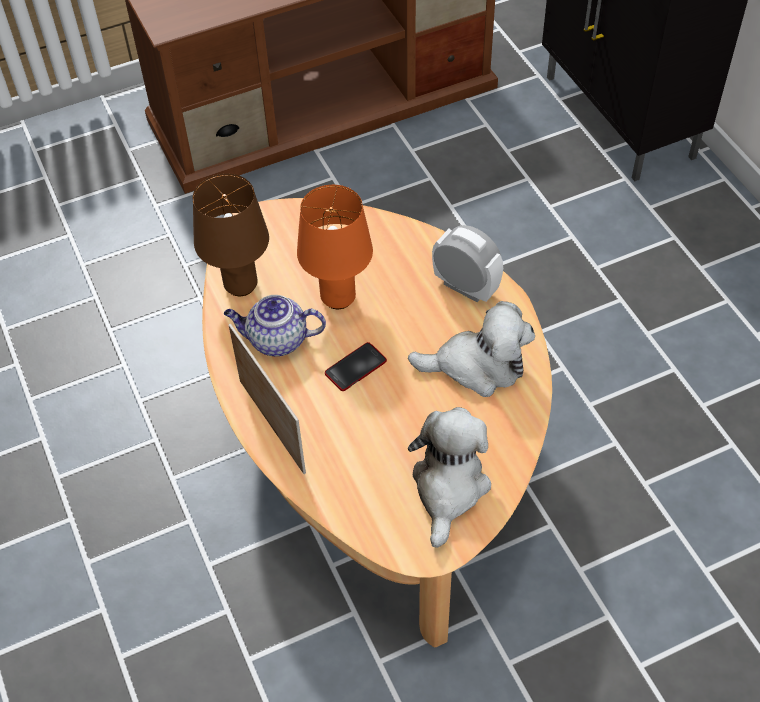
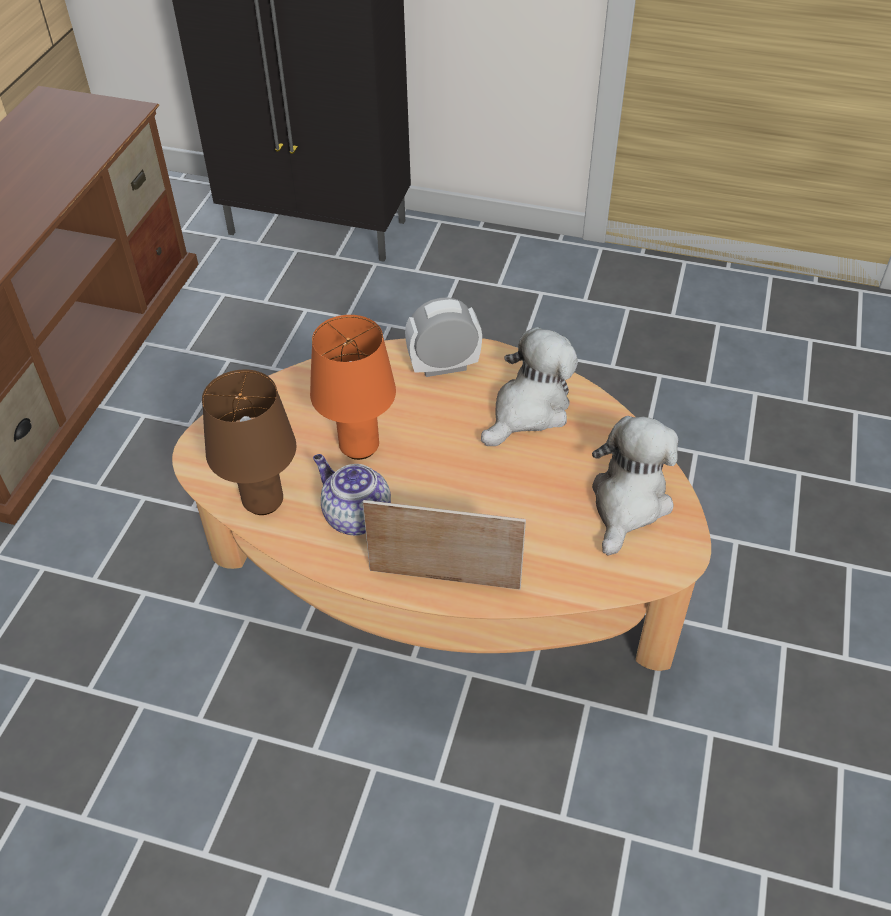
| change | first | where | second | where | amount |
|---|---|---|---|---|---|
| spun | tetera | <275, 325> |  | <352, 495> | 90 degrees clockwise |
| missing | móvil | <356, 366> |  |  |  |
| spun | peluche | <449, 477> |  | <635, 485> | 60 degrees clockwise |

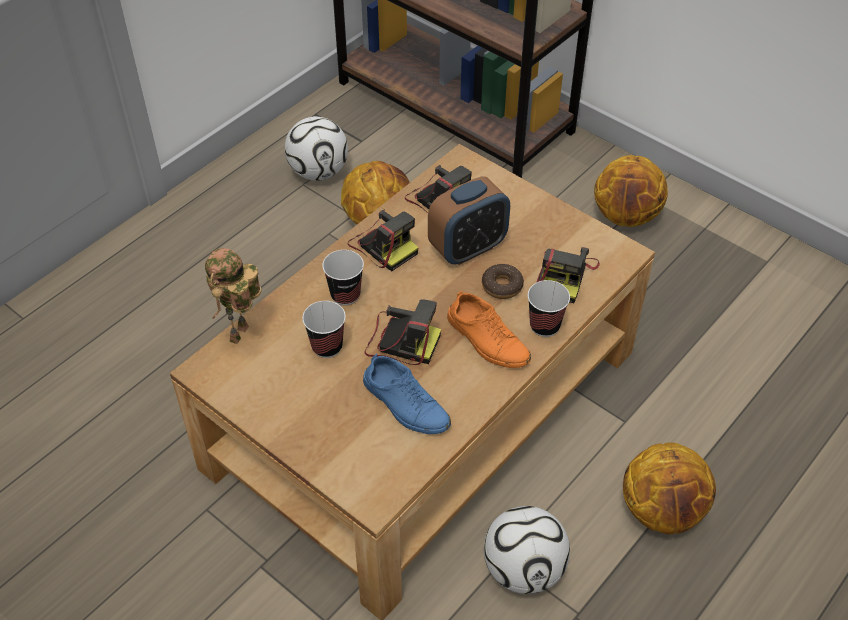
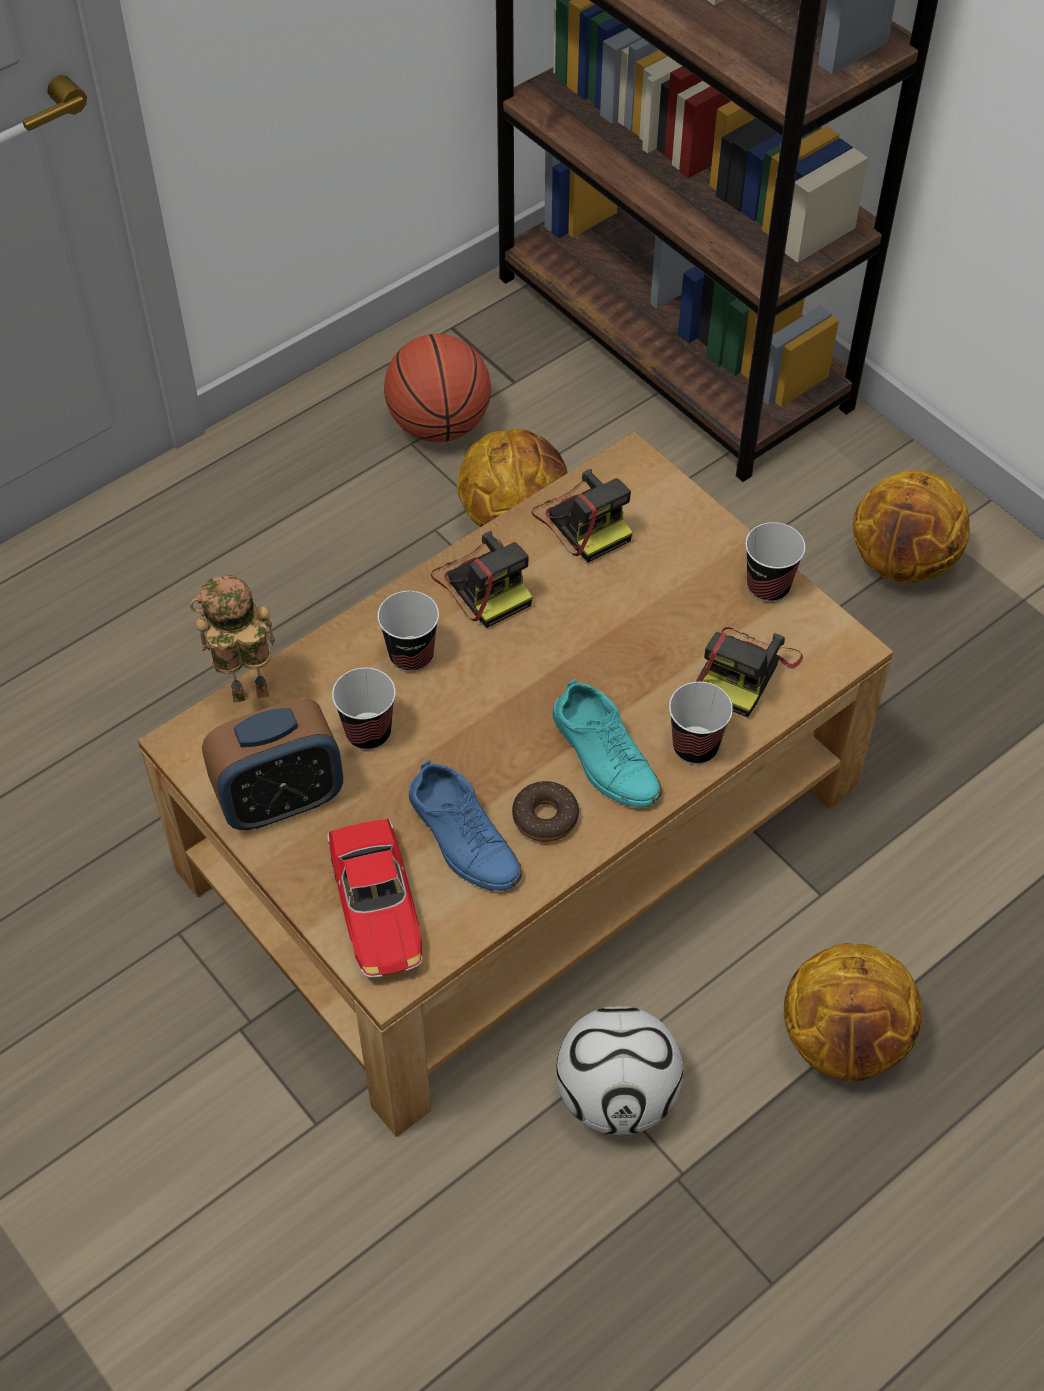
| change | first | where | second | where | amount |
|---|---|---|---|---|---|
| spun | robot de juguete | <233, 296> |  | <232, 639> | 45 degrees clockwise |
| exchanged | balón de fútbol | <316, 148> | balón de baloncesto | <437, 388> |  |
| missing | cámara | <402, 332> |  |  |  |
| relocated | despertador | <469, 220> |  | <272, 764> |  |
| colour | zapato [naranja] | <489, 329> | zapato [turquesa] | <607, 742> |  |
| relocated | rosquilla | <503, 281> |  | <545, 811> |  |
| appeared |  |  | coche de juguete | <375, 898> |  |
| appeared |  |  | taza | <775, 562> |  |

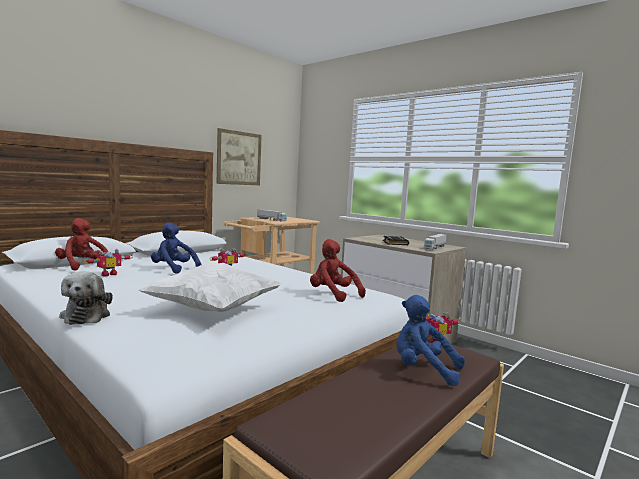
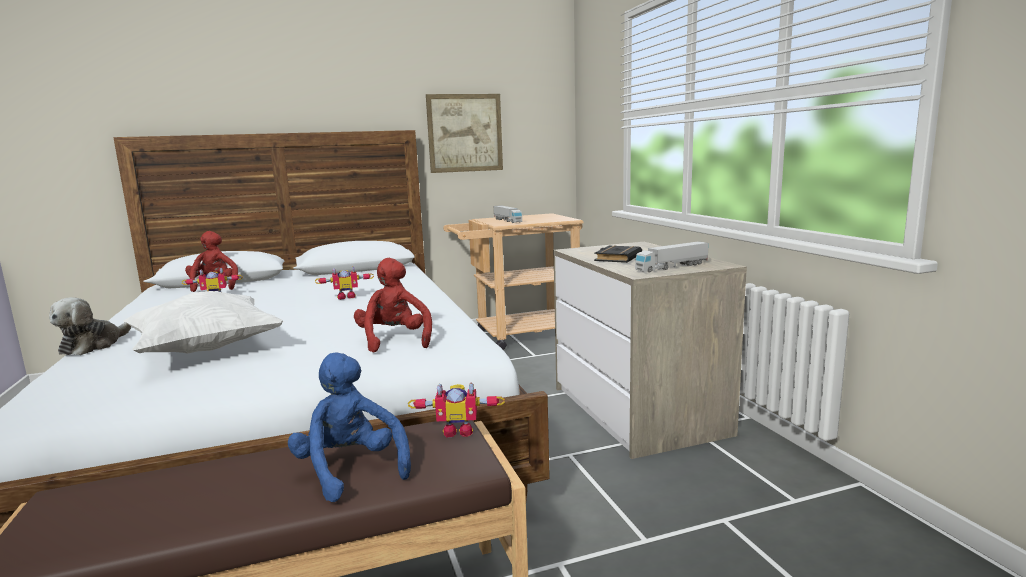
| change | first | where | second | where | amount |
|---|---|---|---|---|---|
| missing | peluche [azul] | <176, 248> |  |  |  |

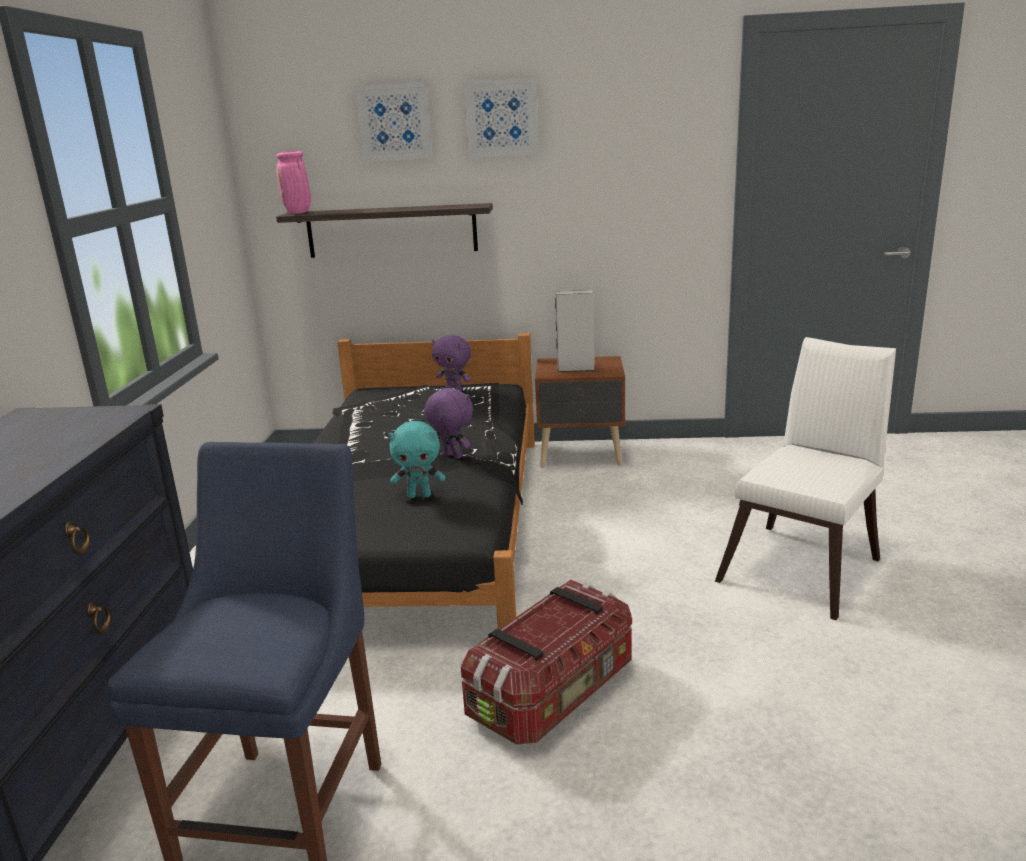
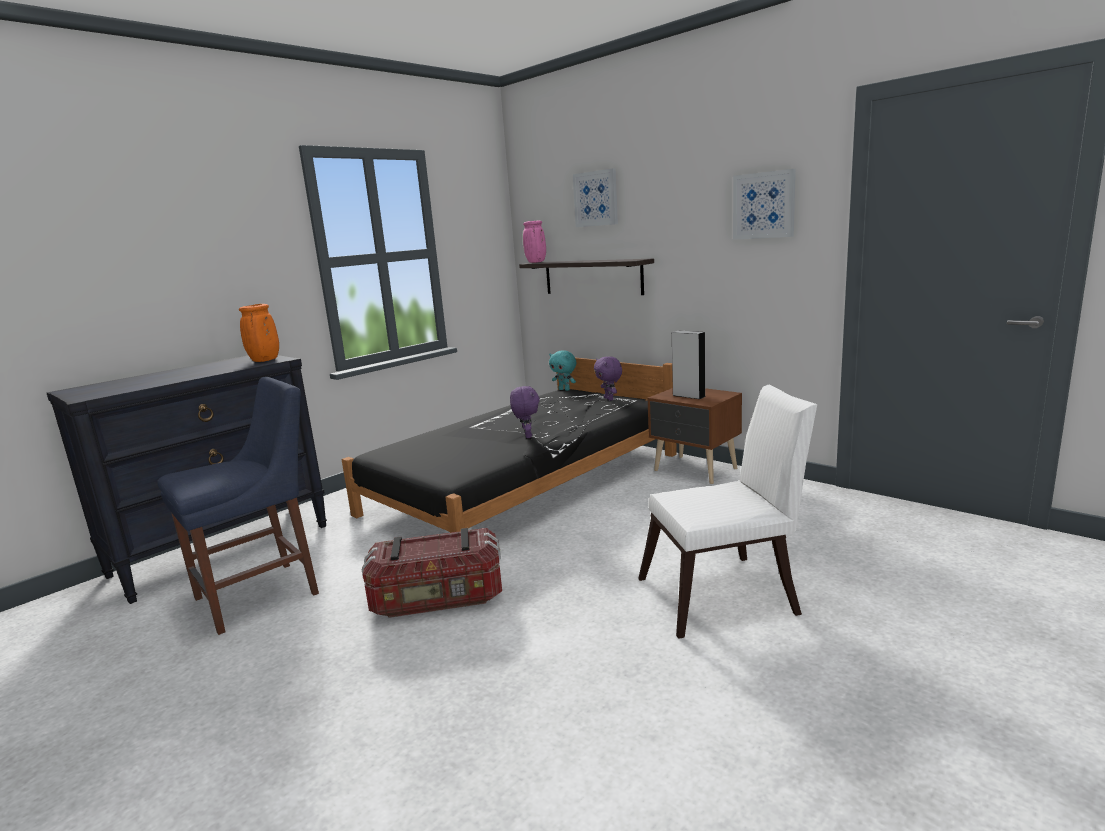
| change | first | where | second | where | amount |
|---|---|---|---|---|---|
| relocated | peluche [turquesa] | <417, 459> |  | <562, 370> |  |
| relocated | cuadro | <501, 117> |  | <764, 204> |  |
| appeared |  |  | florero [naranja] | <259, 333> |  |

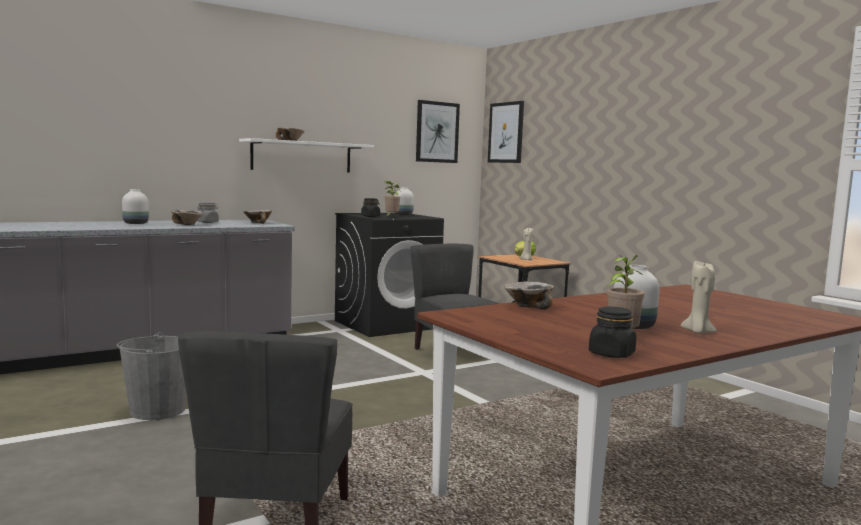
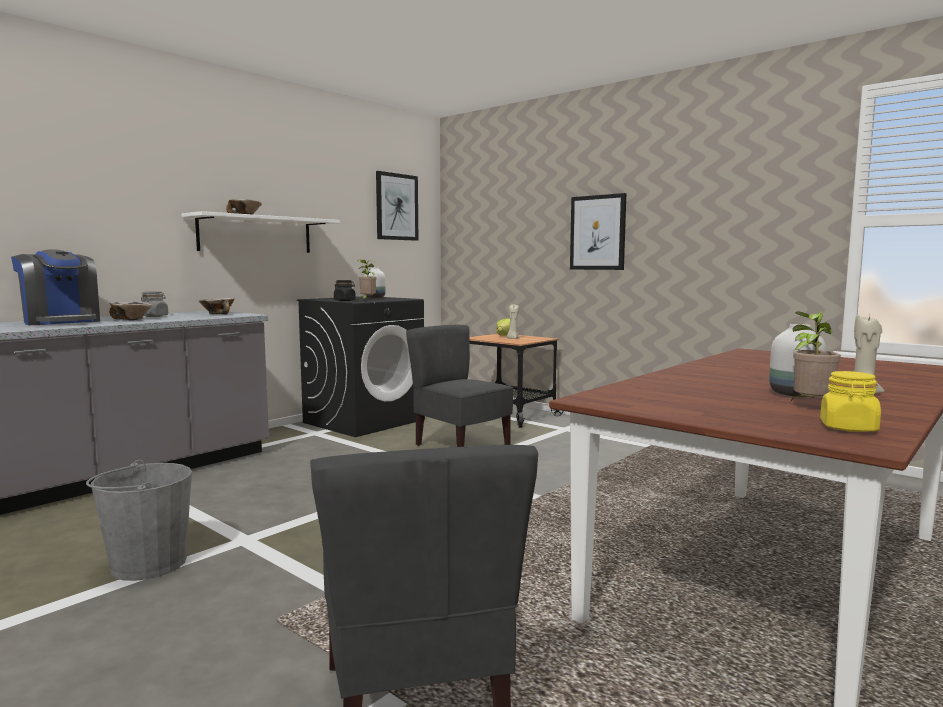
| change | first | where | second | where | amount |
|---|---|---|---|---|---|
| exchanged | florero [blanco] | <135, 206> | cafetera | <55, 287> |  |
| relocated | cuadro | <506, 132> |  | <598, 231> |  |
| missing | cuenco | <529, 295> |  |  |  |
| colour | tarro [negro] | <612, 332> | tarro [amarillo] | <850, 401> |  |

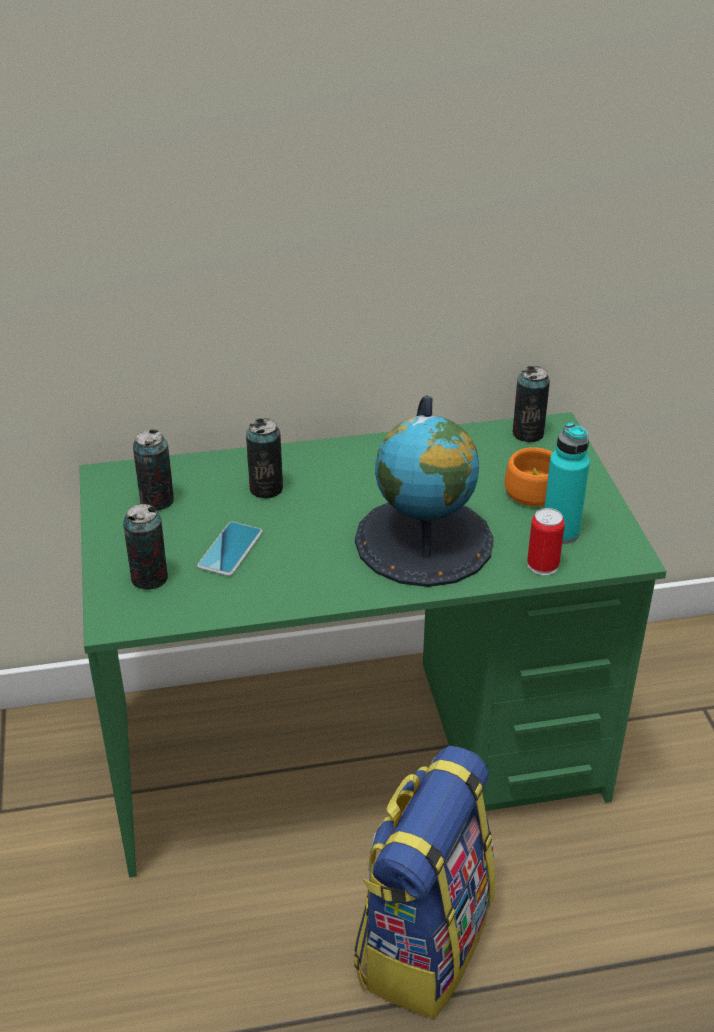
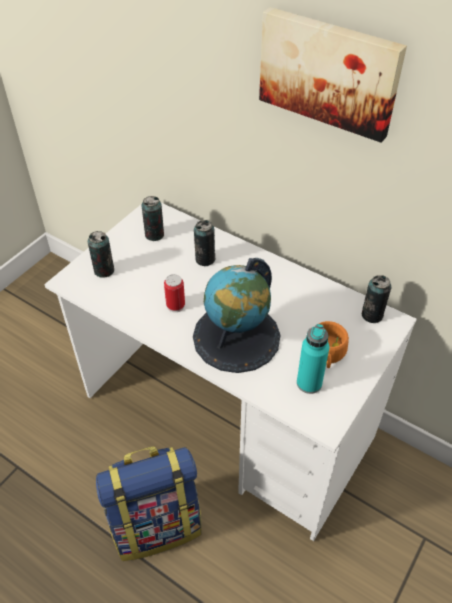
| change | first | where | second | where | amount |
|---|---|---|---|---|---|
| colour | escritorio [verde] | <372, 644> | escritorio [blanco] | <230, 372> |  |
| missing | móvil | <230, 549> |  |  |  |
| relocated | lata | <546, 542> |  | <174, 293> |  |
| appeared |  |  | cuadro | <333, 75> |  |

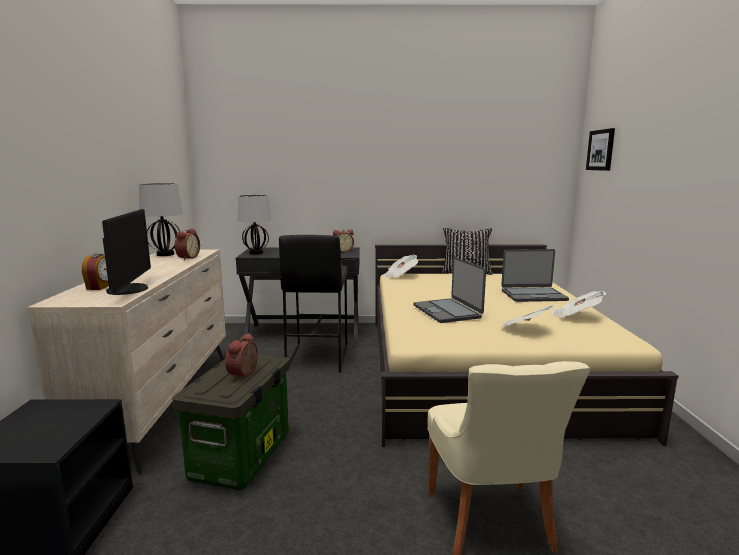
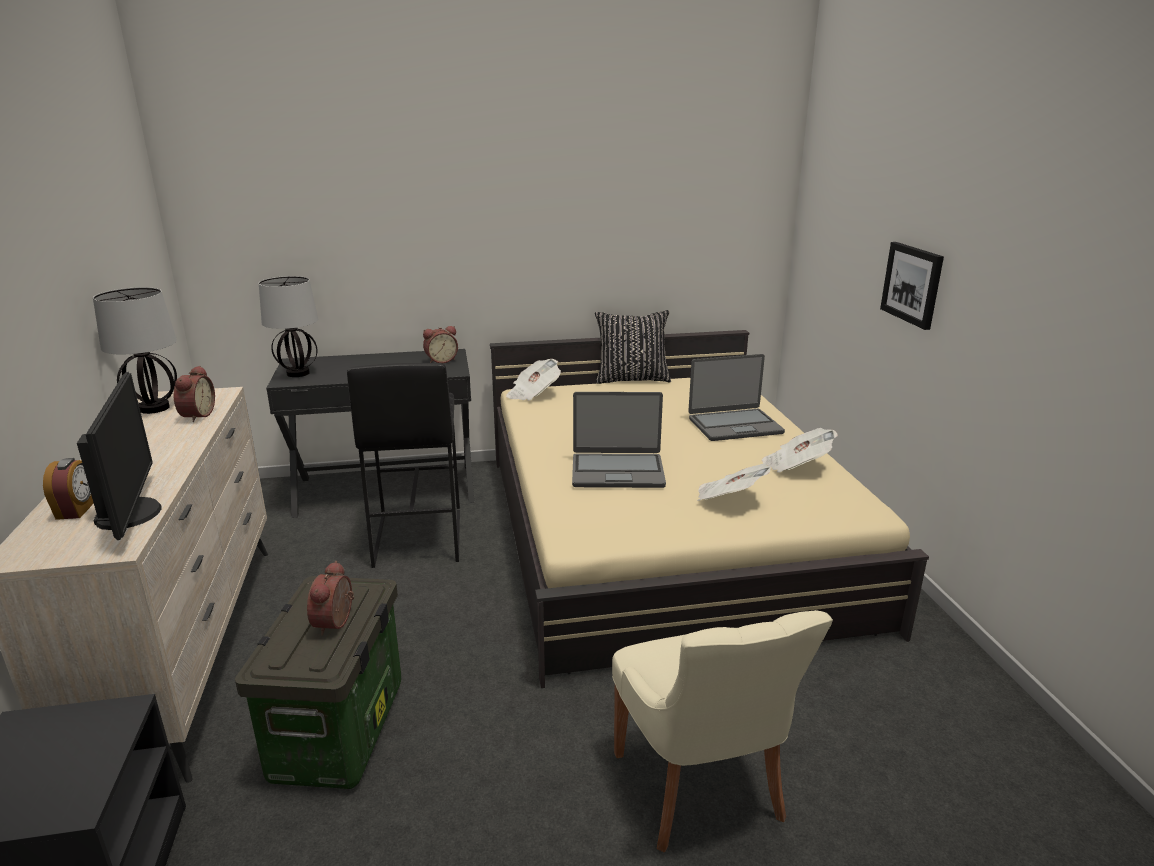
| change | first | where | second | where | amount |
|---|---|---|---|---|---|
| spun | portátil | <449, 290> |  | <619, 440> | 60 degrees counterclockwise |
| relocated | cuadro | <600, 149> |  | <912, 286> |  |

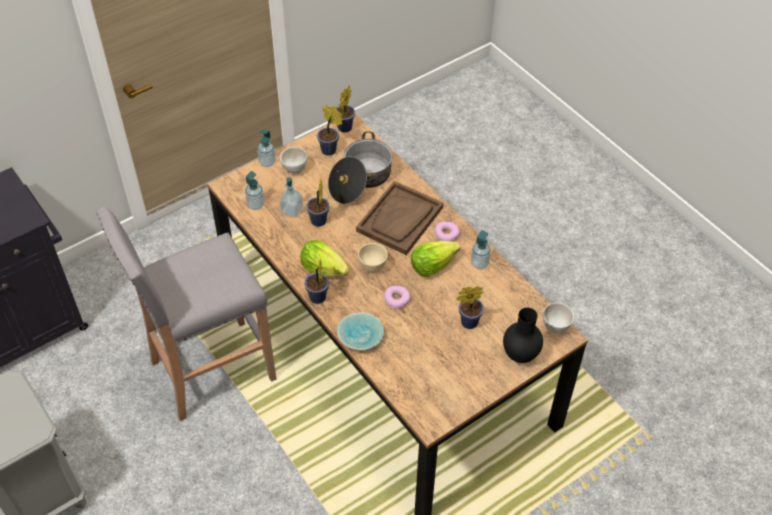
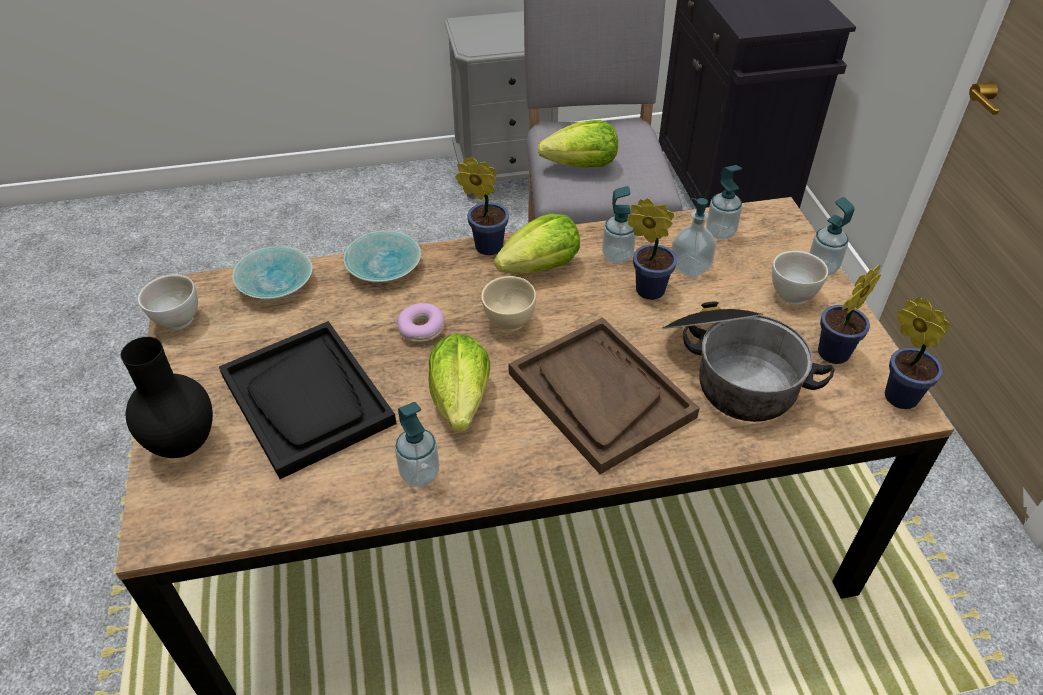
| change | first | where | second | where | amount |
|---|---|---|---|---|---|
| missing | rosquilla | <447, 232> |  |  |  |
| exchanged | planta en maceta | <470, 307> | bandeja [negro] | <308, 400> |  |
| relocated | cuenco [blanco] | <558, 318> |  | <168, 302> |  |
| appeared |  |  | cuenco [turquesa] | <272, 272> |  |
| appeared |  |  | lechuga | <578, 143> |  |
| appeared |  |  | dispensador de jabón | <619, 225> |  |

